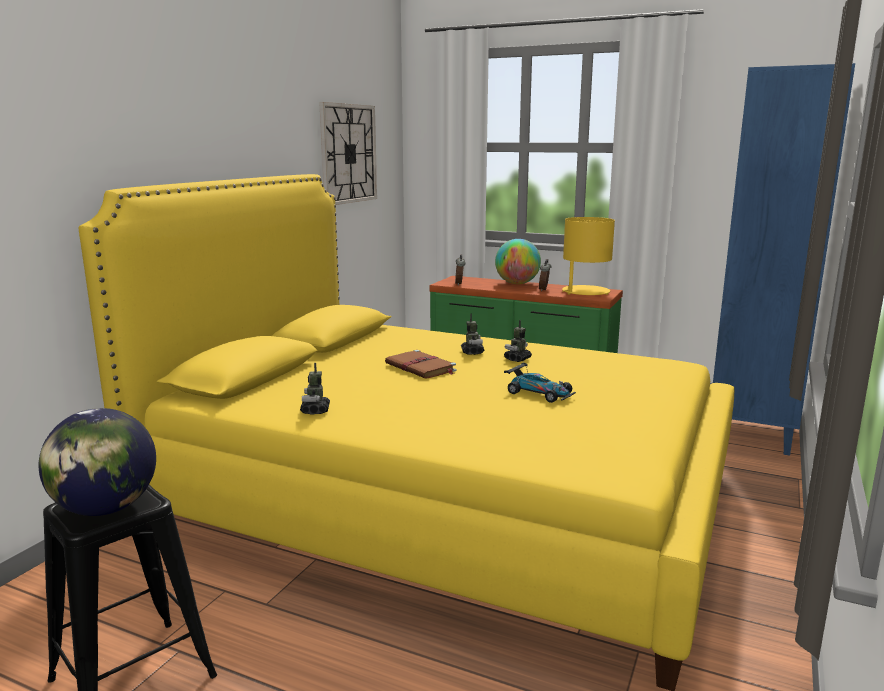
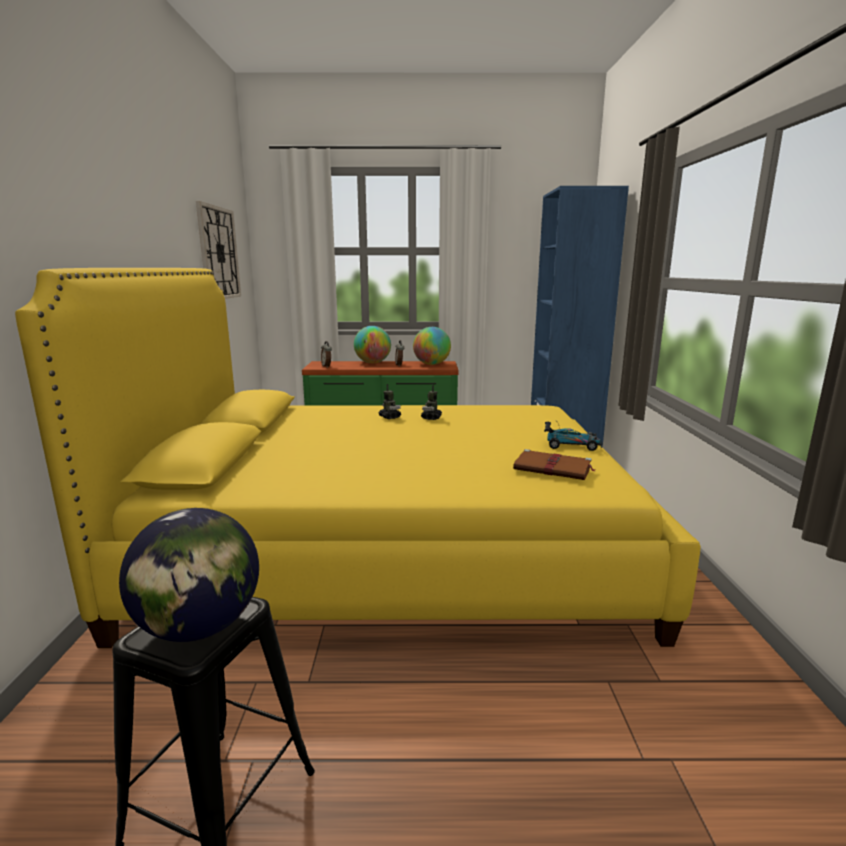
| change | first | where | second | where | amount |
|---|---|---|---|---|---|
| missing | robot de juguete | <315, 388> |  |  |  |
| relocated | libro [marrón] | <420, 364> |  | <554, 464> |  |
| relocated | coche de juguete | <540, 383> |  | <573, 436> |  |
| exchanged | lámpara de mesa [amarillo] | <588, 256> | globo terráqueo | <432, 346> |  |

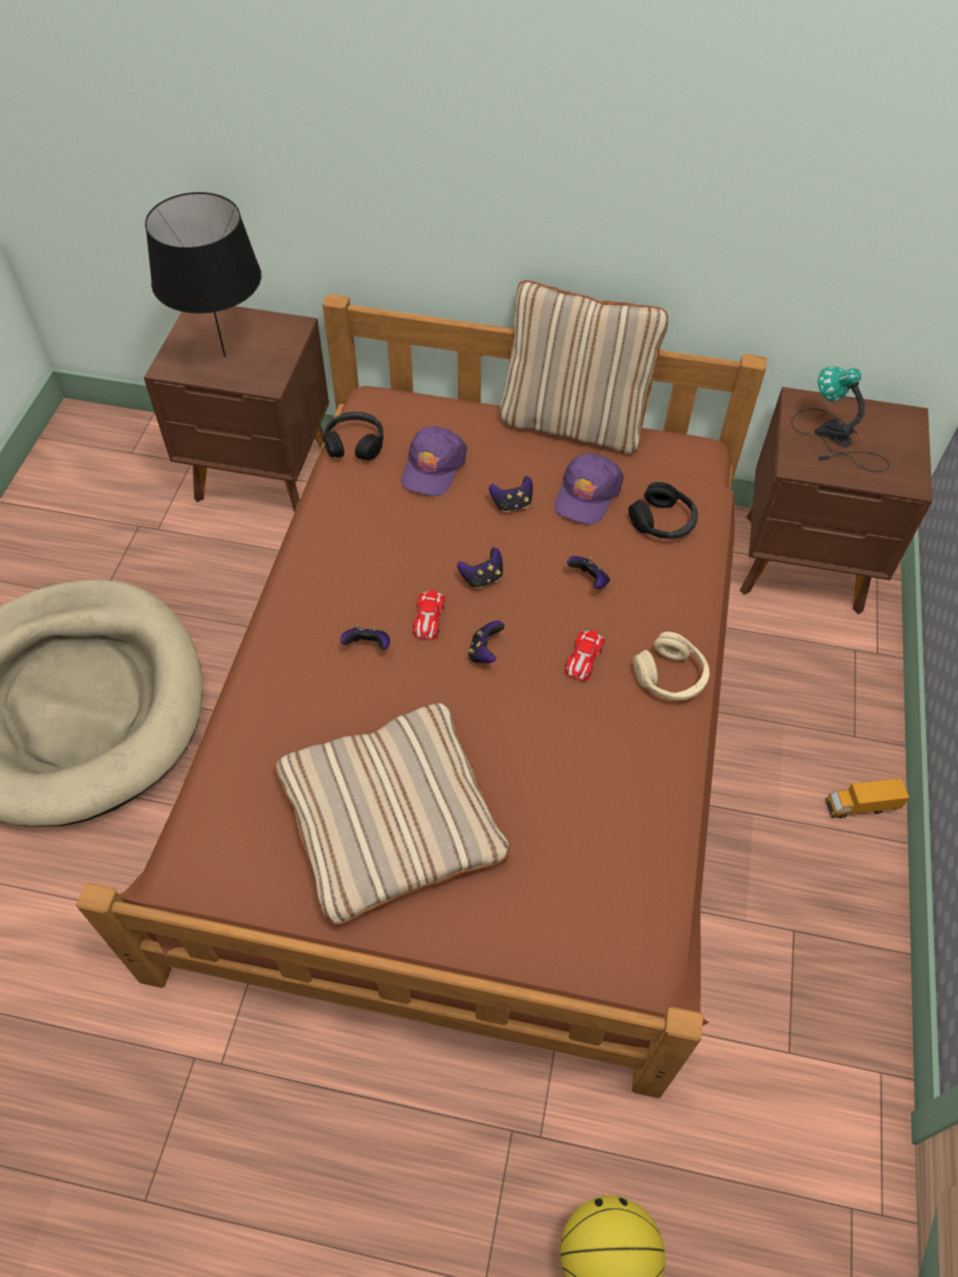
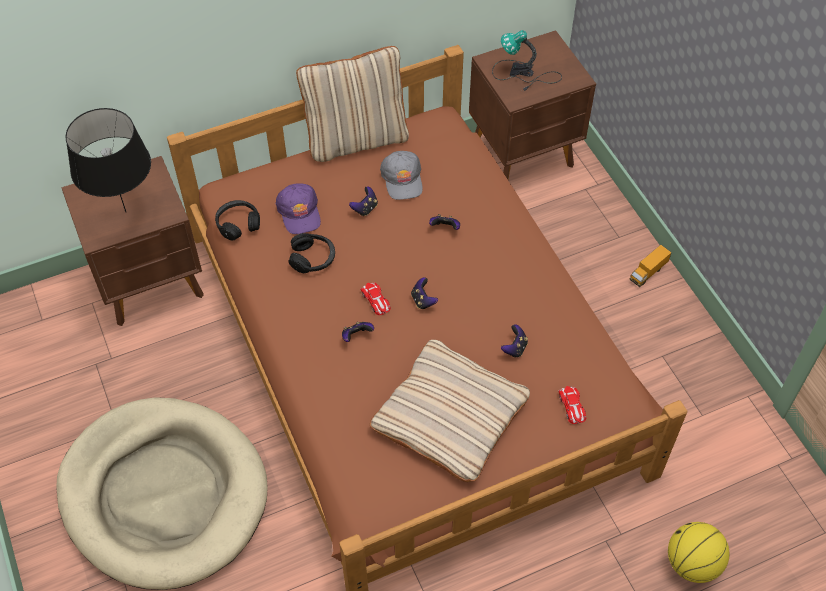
| change | first | where | second | where | amount |
|---|---|---|---|---|---|
| relocated | mando de consola | <480, 568> |  | <514, 341> |  |
| colour | gorra [morado] | <589, 489> | gorra [gris] | <401, 175> |  |
| relocated | coche de juguete | <585, 655> |  | <572, 405> |  |
| relocated | auriculares [negro] | <663, 510> |  | <312, 253> |  |
| missing | auriculares [beis] | <671, 666> |  |  |  |

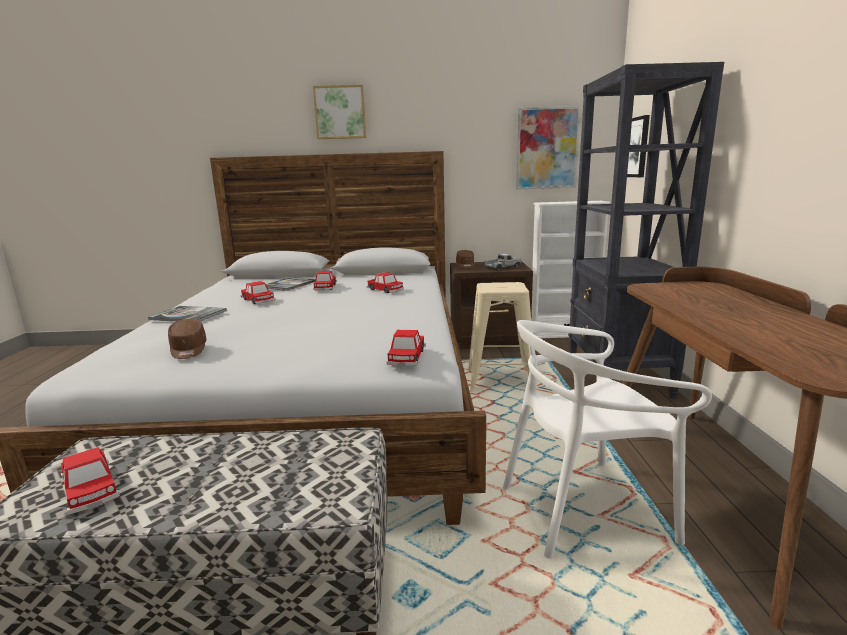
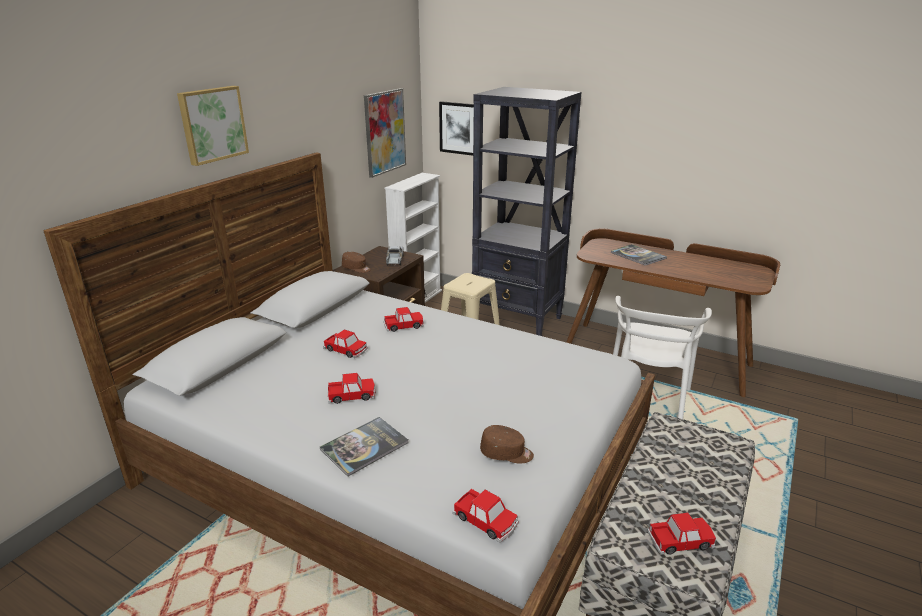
| change | first | where | second | where | amount |
|---|---|---|---|---|---|
| relocated | libro | <291, 284> |  | <639, 255> |  |
| relocated | coche de juguete | <406, 348> |  | <485, 516> |  |

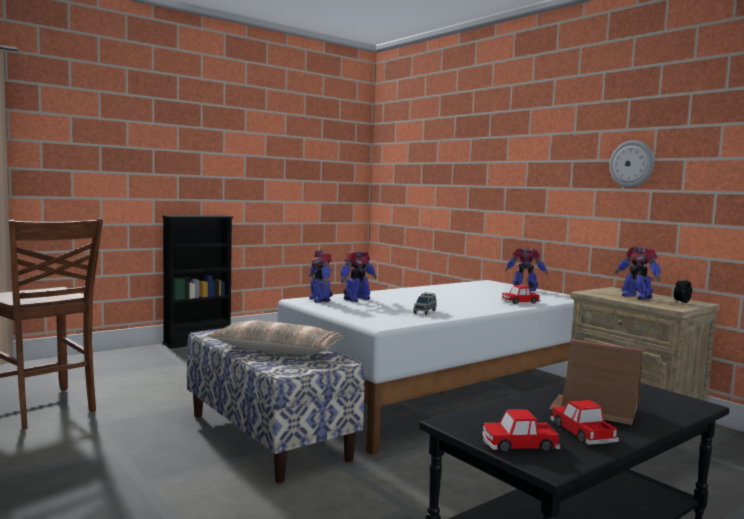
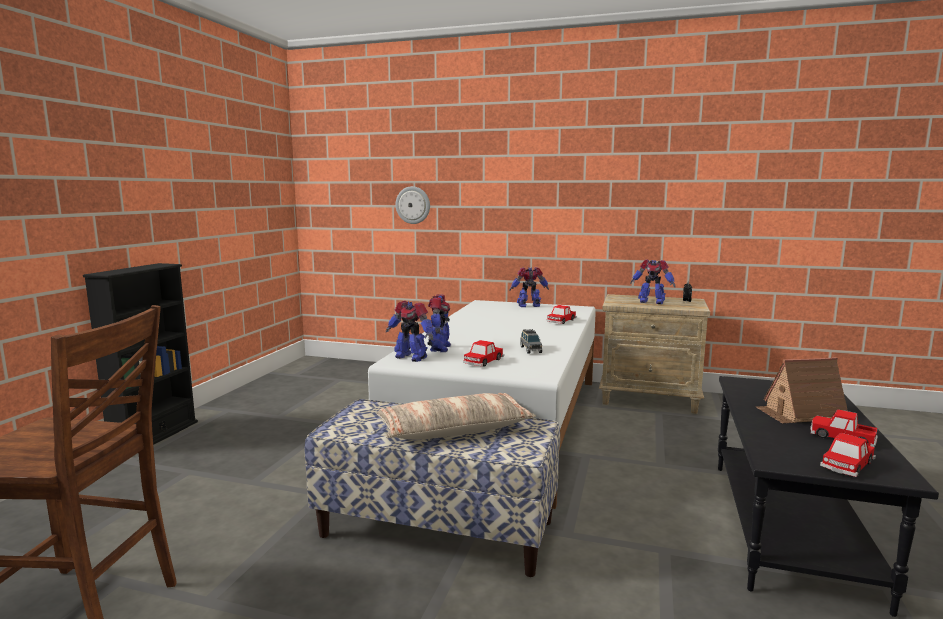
| change | first | where | second | where | amount |
|---|---|---|---|---|---|
| relocated | reloj de pared | <631, 164> |  | <413, 205> |  |
| appeared |  |  | coche de juguete | <483, 353> |  |

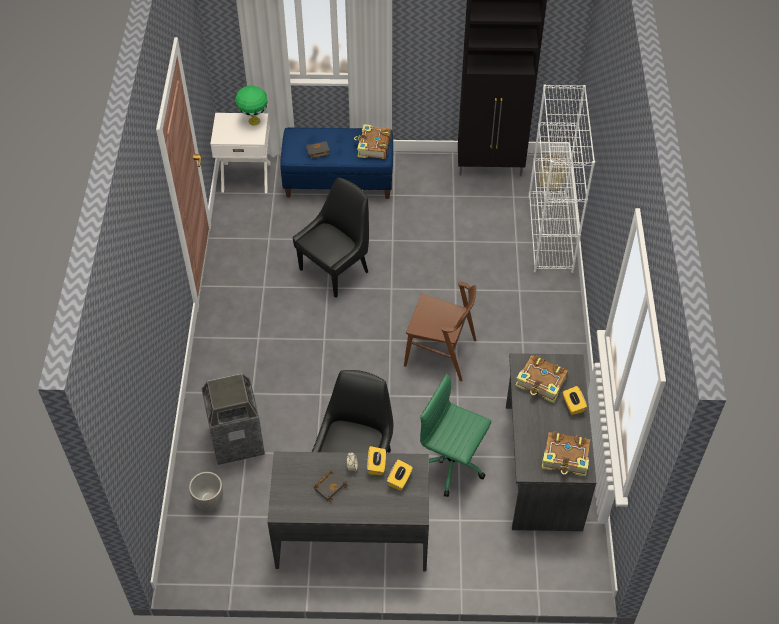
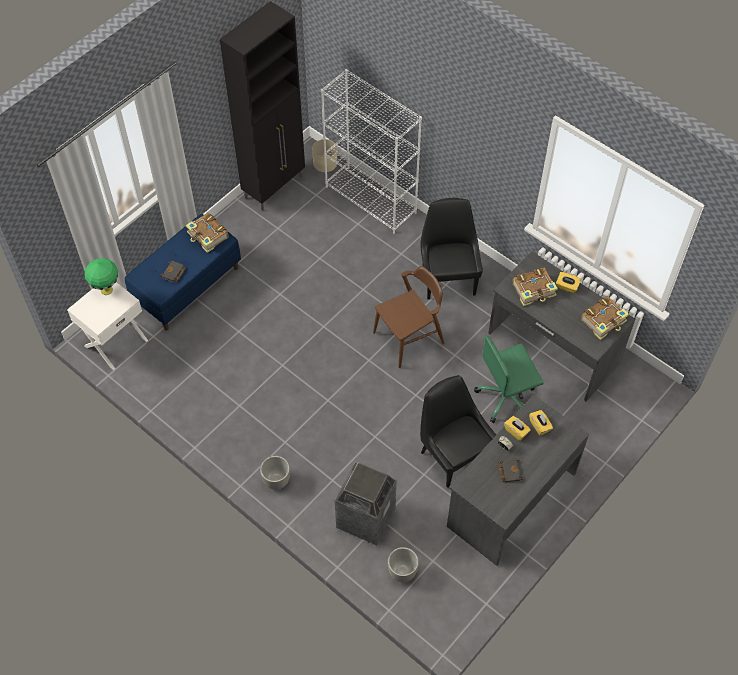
| change | first | where | second | where | amount |
|---|---|---|---|---|---|
| relocated | silla [negro] | <331, 237> |  | <451, 248> |  |
| appeared |  |  | maceta | <275, 473> |  |

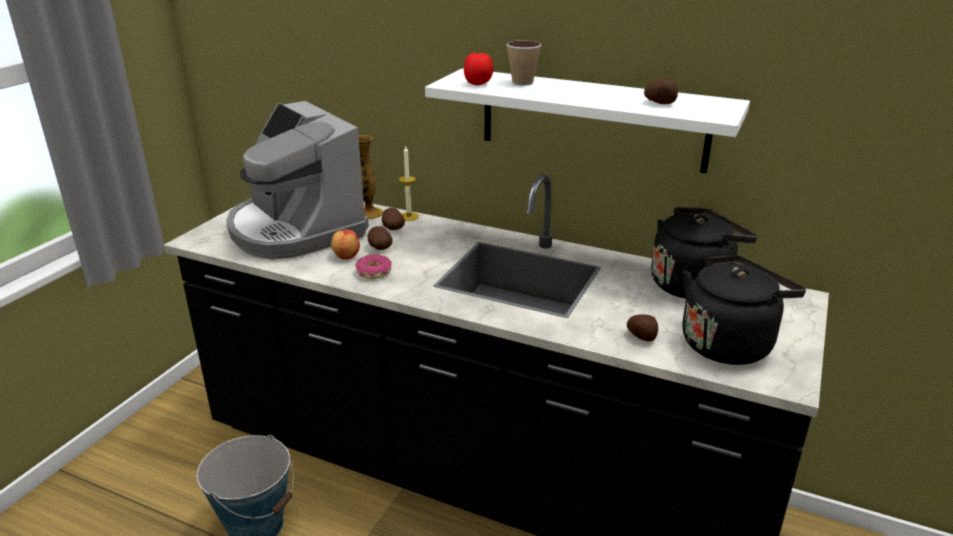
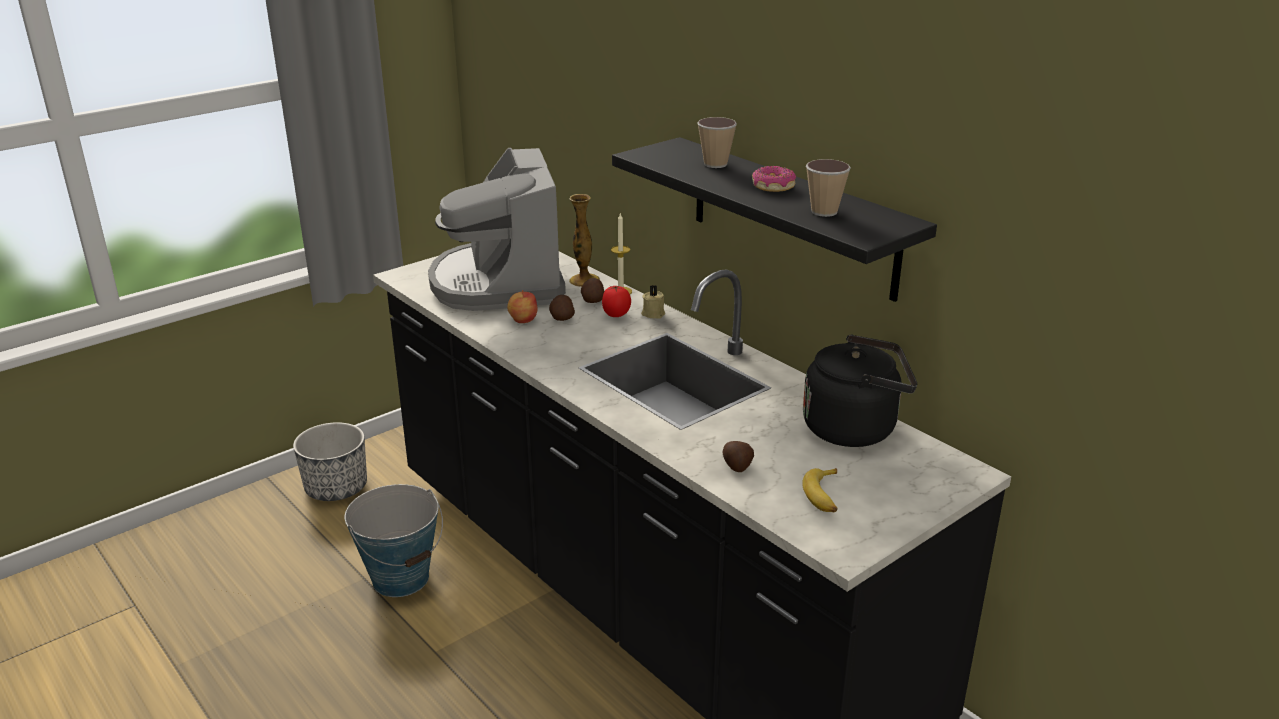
| change | first | where | second | where | amount |
|---|---|---|---|---|---|
| relocated | rosquilla | <373, 266> |  | <774, 179> |  |
| colour | estante [blanco] | <587, 120> | estante [negro] | <774, 219> |  |
| relocated | tomate | <479, 68> |  | <616, 301> |  |
| exchanged | patata | <661, 91> | taza | <828, 188> |  |
| exchanged | hervidor [negro] | <744, 310> | plátano | <820, 490> |  |
| appeared |  |  | maceta | <330, 461> |  |
| appeared |  |  | vela [beis] | <653, 302> |  |

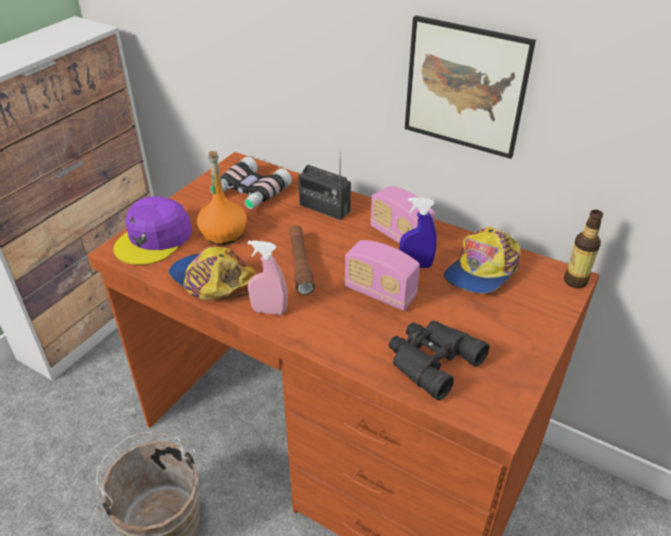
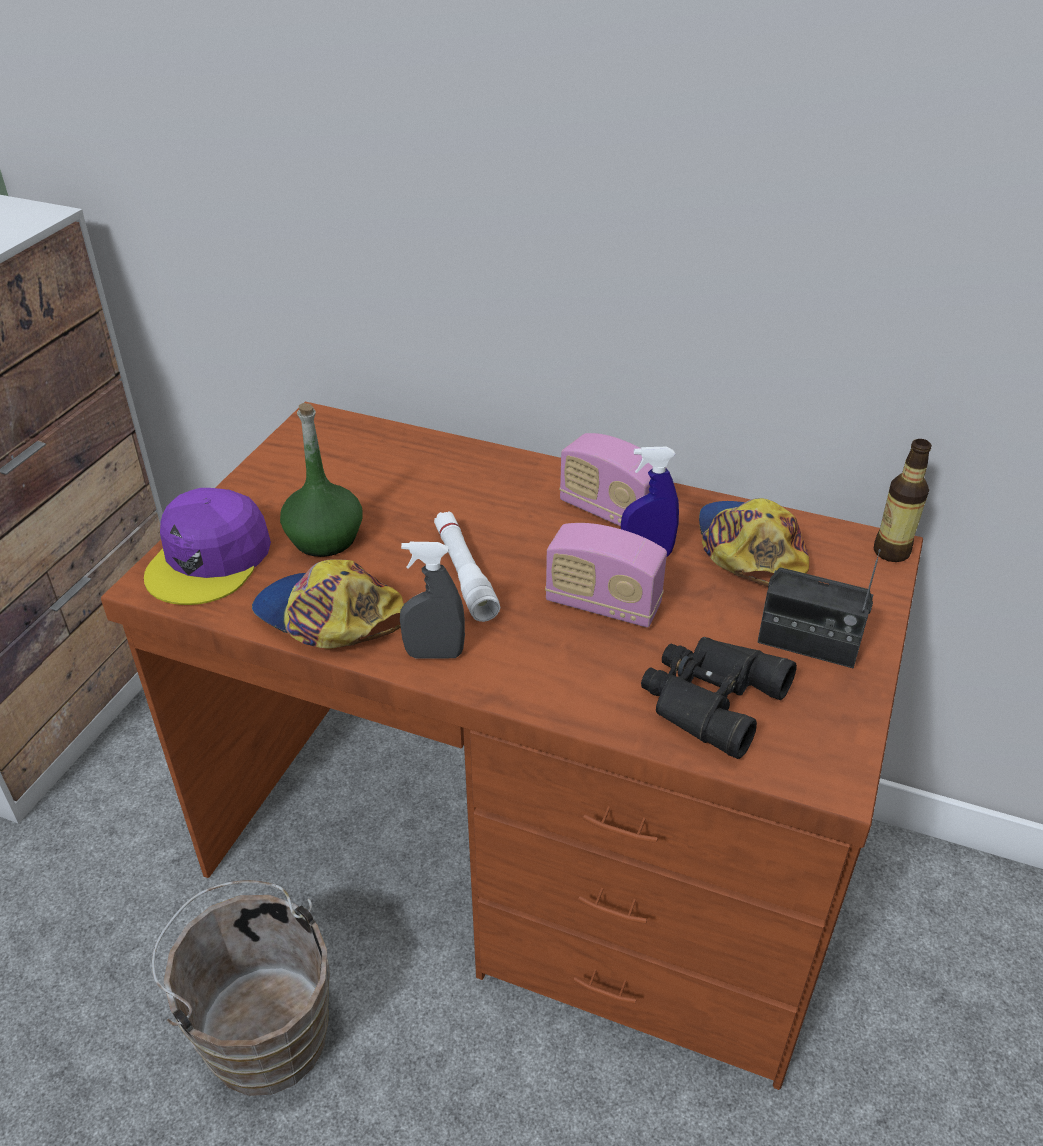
| change | first | where | second | where | amount |
|---|---|---|---|---|---|
| colour | botella [naranja] | <222, 198> | botella [verde] | <321, 480> |  |
| missing | prismáticos | <251, 182> |  |  |  |
| colour | pulverizador [rosa] | <267, 277> | pulverizador [gris] | <432, 600> |  |
| colour | linterna [marrón] | <302, 260> | linterna [blanco] | <467, 566> |  |
| relocated | radio | <324, 186> |  | <819, 608> |  |
| missing | cuadro | <470, 87> |  |  |  |
| spun | gorra | <482, 260> |  | <754, 542> | 150 degrees clockwise |

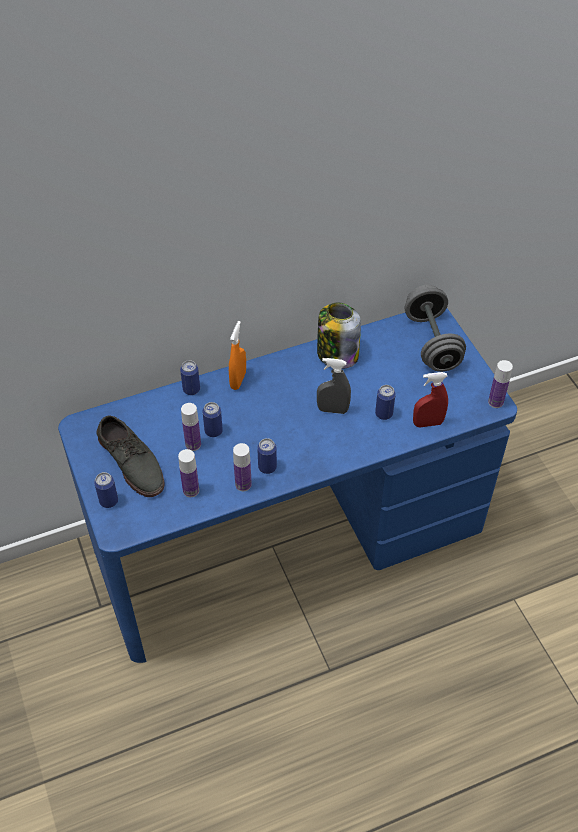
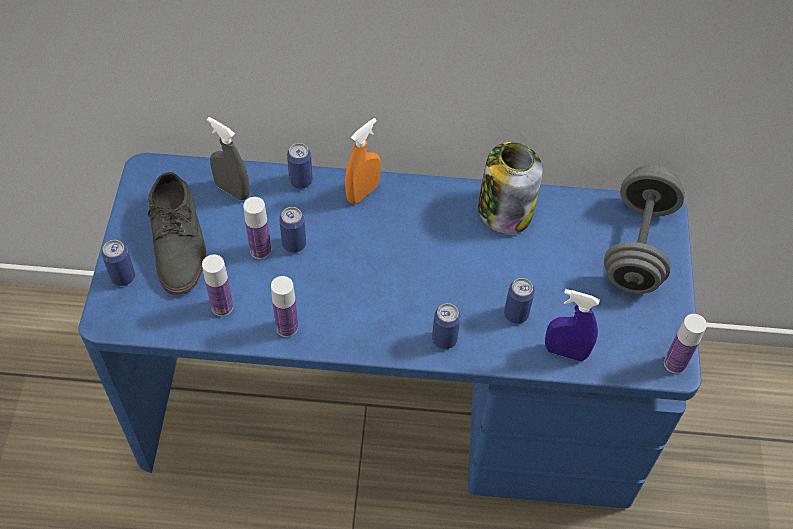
| change | first | where | second | where | amount |
|---|---|---|---|---|---|
| relocated | lata | <267, 456> |  | <446, 326> |  |
| relocated | pulverizador [gris] | <334, 386> |  | <228, 158> |  |
| colour | pulverizador [rojo] | <430, 399> | pulverizador [azul] | <572, 325> |  |

